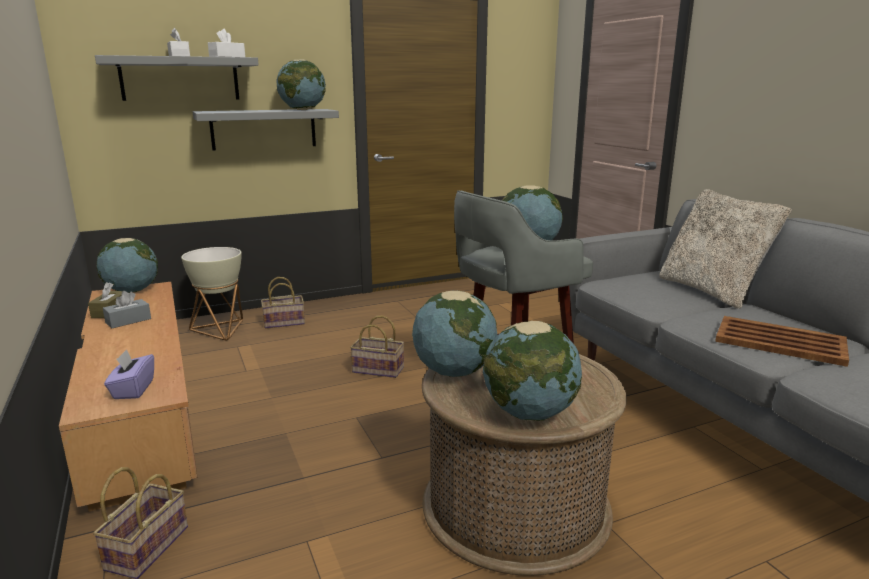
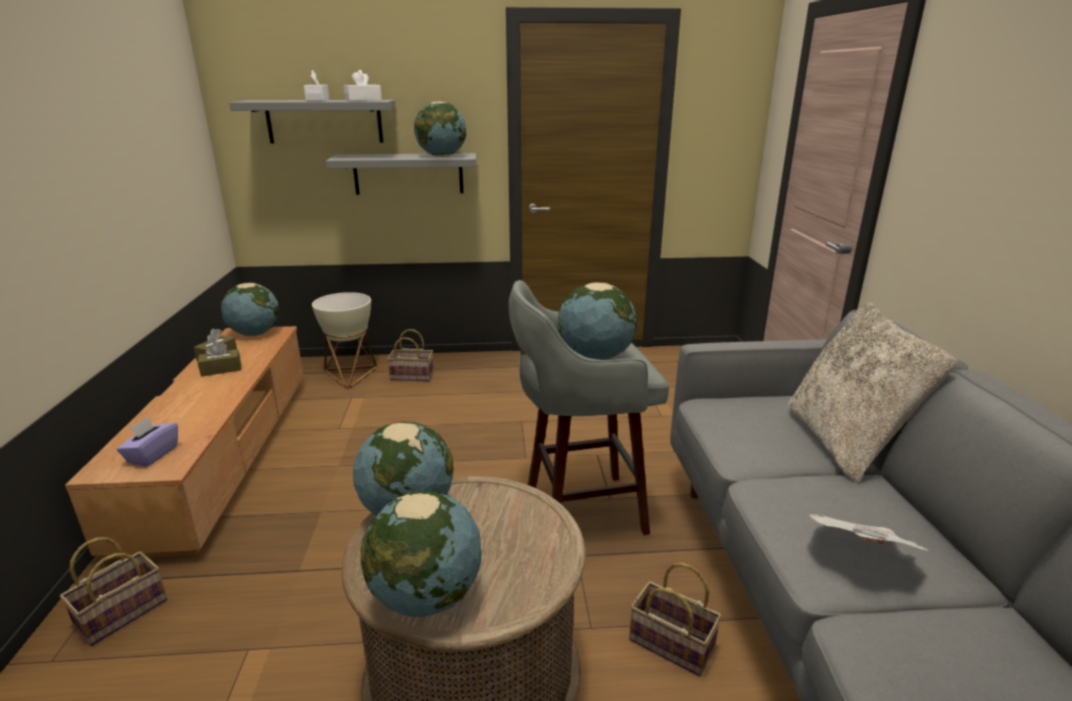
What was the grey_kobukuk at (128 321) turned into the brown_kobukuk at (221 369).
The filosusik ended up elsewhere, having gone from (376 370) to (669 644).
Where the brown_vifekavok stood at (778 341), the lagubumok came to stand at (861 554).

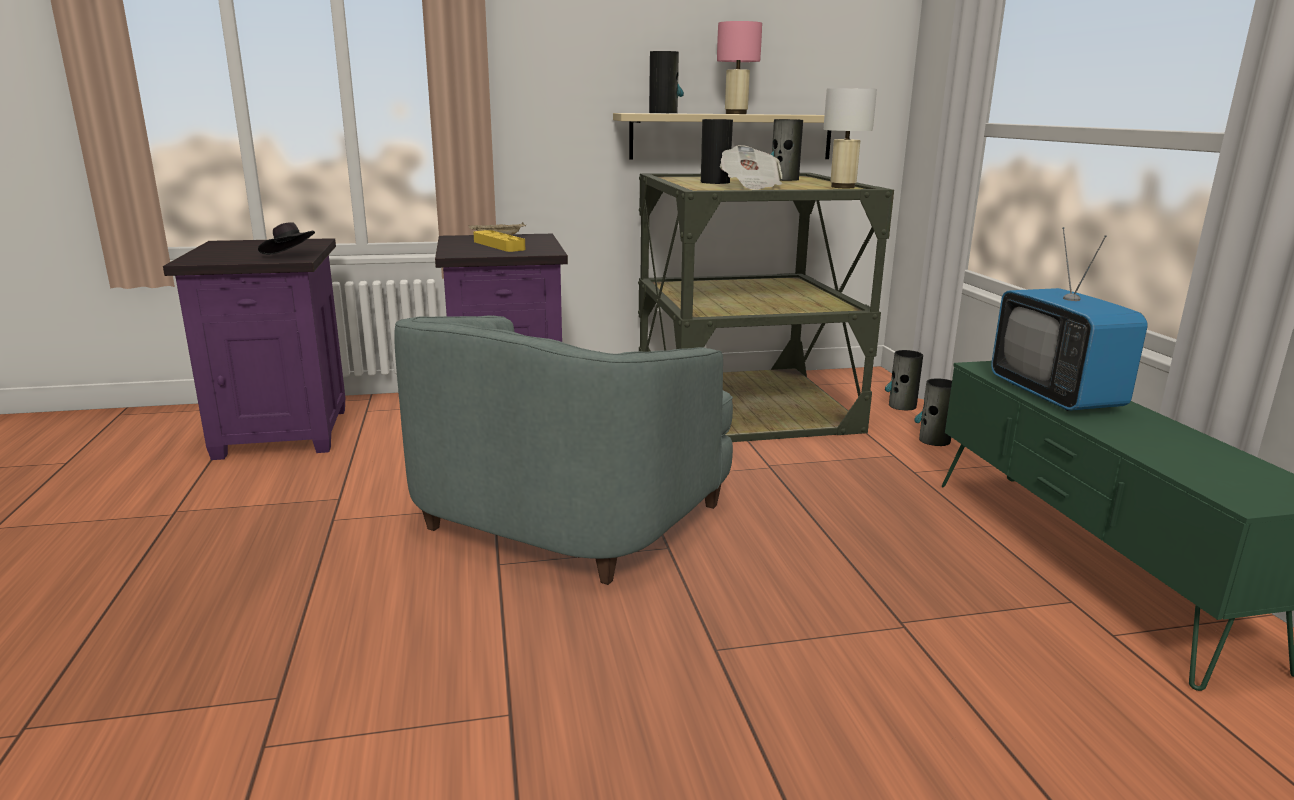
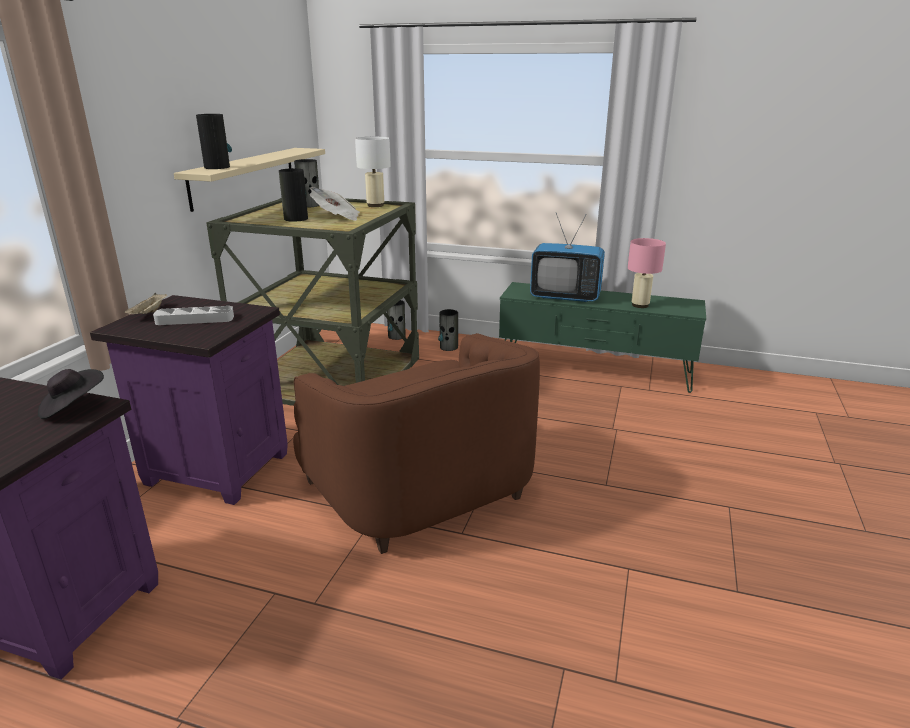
The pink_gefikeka ended up elsewhere, having gone from (735 113) to (639 305).
What was the yellow_vifekavok at (499 245) turned into the grey_vifekavok at (195 319).
What was the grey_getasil at (568 514) turned into the brown_getasil at (418 487).

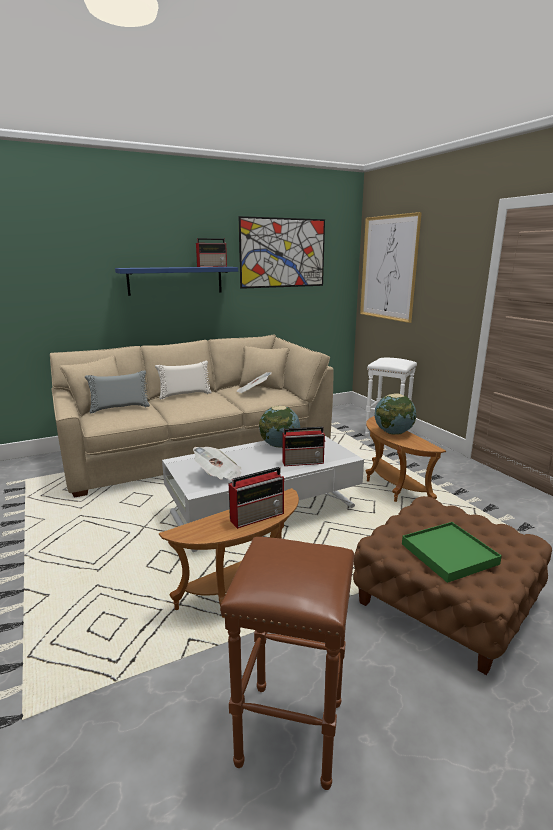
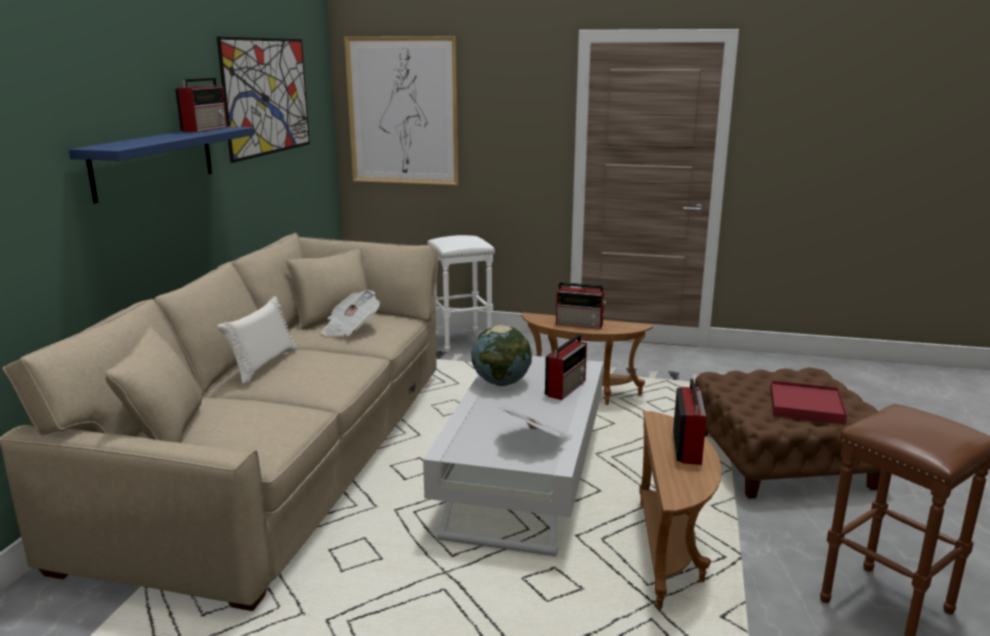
The second view lost the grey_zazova at (120 408).
Where the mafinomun stood at (393 433), the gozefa came to stand at (580 324).
What was the green_vifekavok at (449 554) turned into the red_vifekavok at (805 406).

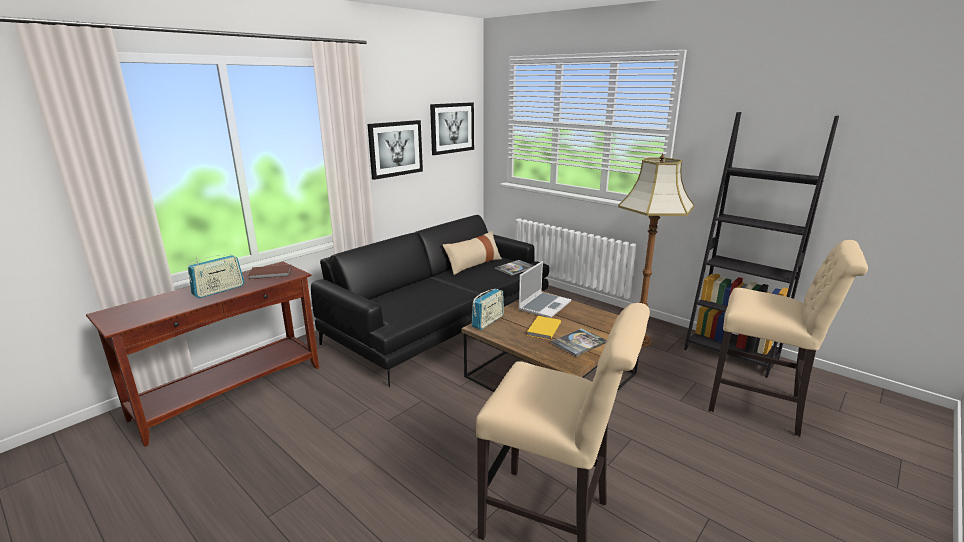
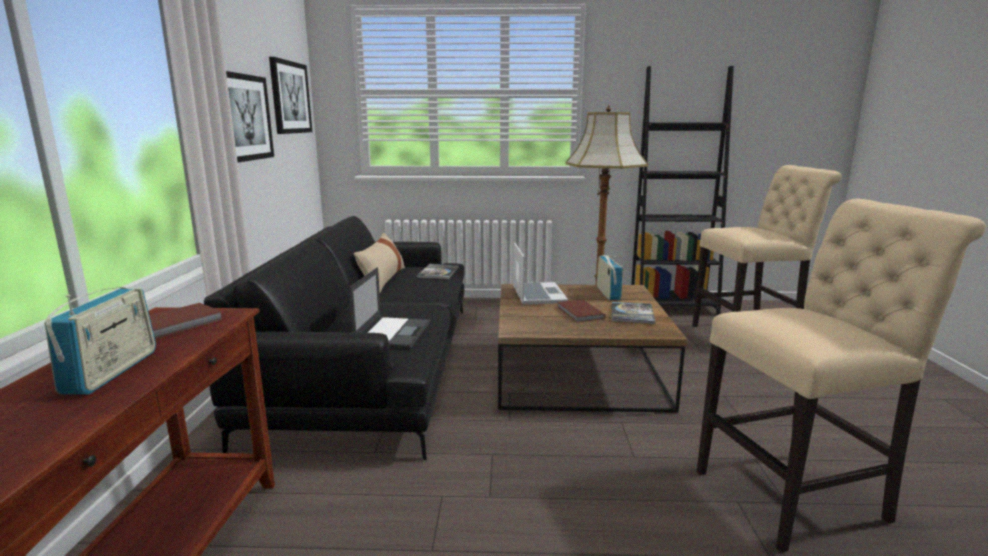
The gozefa ended up elsewhere, having gone from (488 321) to (608 293).
What was the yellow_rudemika at (543 329) turned into the brown_rudemika at (579 313).
The second view gained the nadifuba at (393 332).

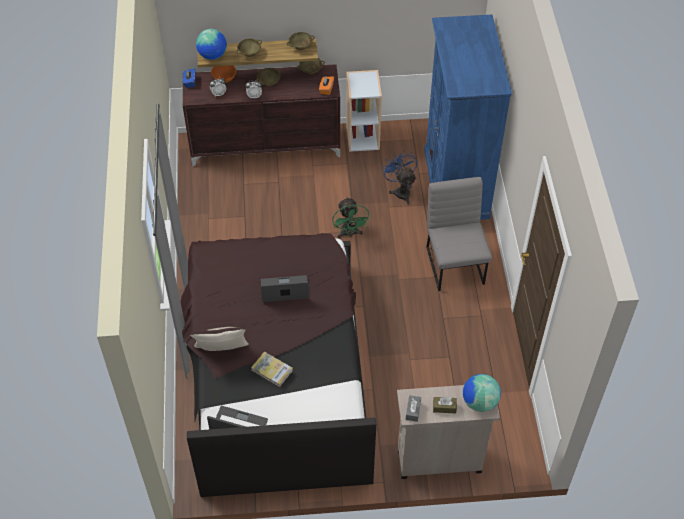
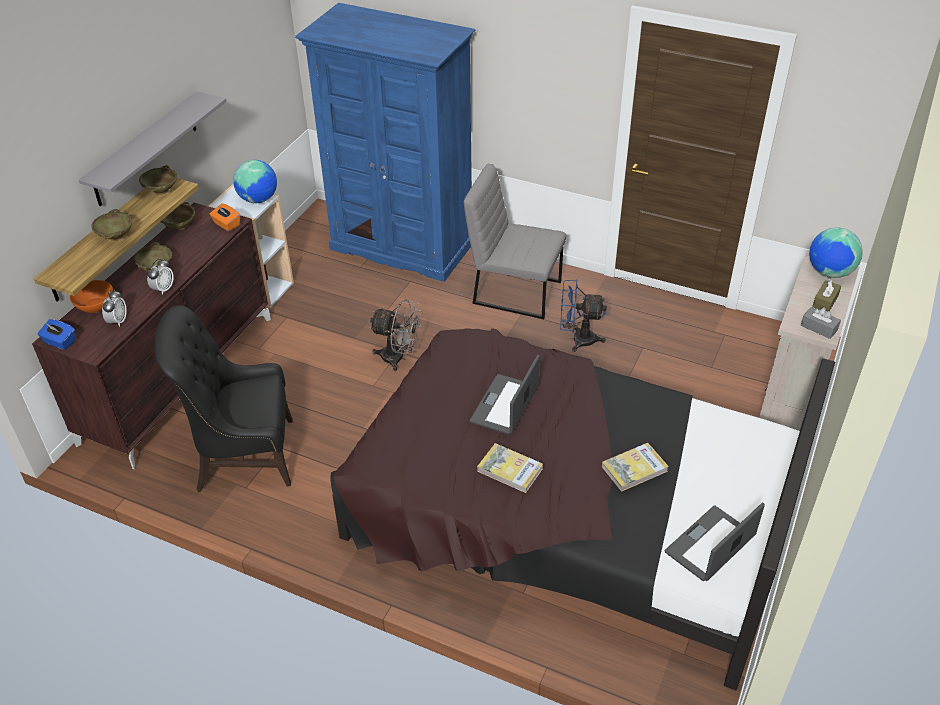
The mafinomun ended up elsewhere, having gone from (213 55) to (259 199).
The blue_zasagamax ended up elsewhere, having gone from (401 191) to (577 339).
What was the green_zasagamax at (349 234) turned into the grey_zasagamax at (398 358).
The second view lost the zazova at (221 352).
The second view gained the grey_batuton at (145 149).
The second view gained the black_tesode at (244 455).
The second view gained the rudemika at (510 470).

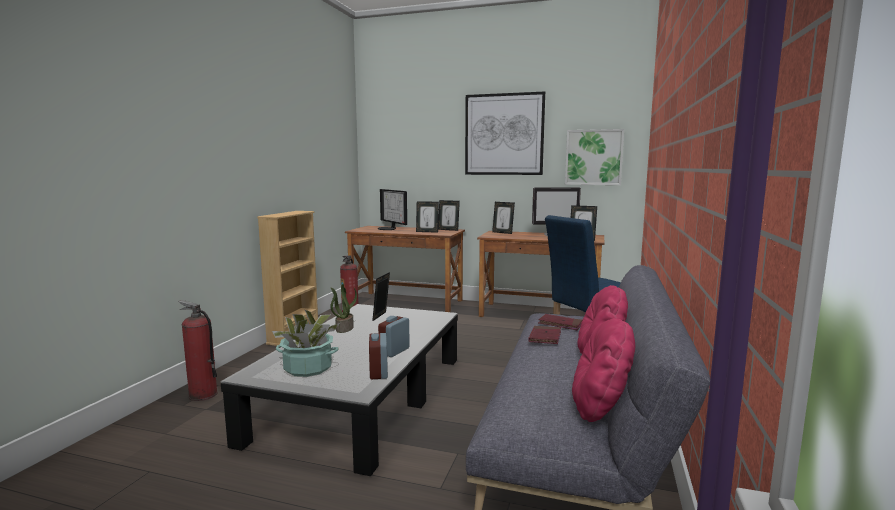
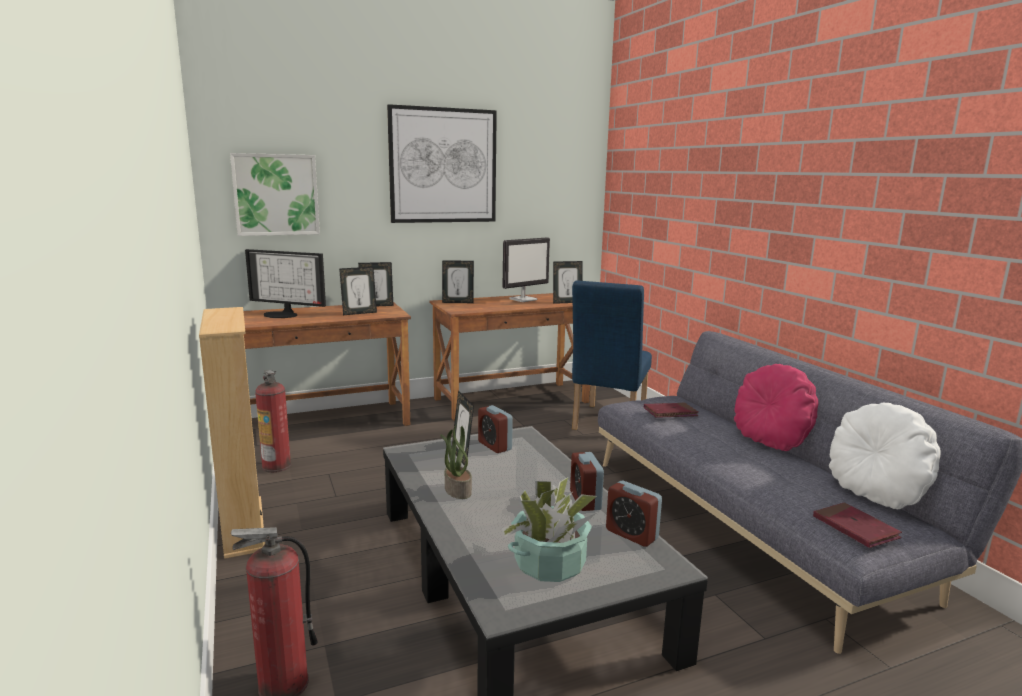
The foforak ended up elsewhere, having gone from (593 157) to (276 195).
What was the pink_zazova at (599 411) turned into the white_zazova at (875 496).
The red_rudemika ended up elsewhere, having gone from (545 337) to (855 528).
The second view gained the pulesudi at (494 446).

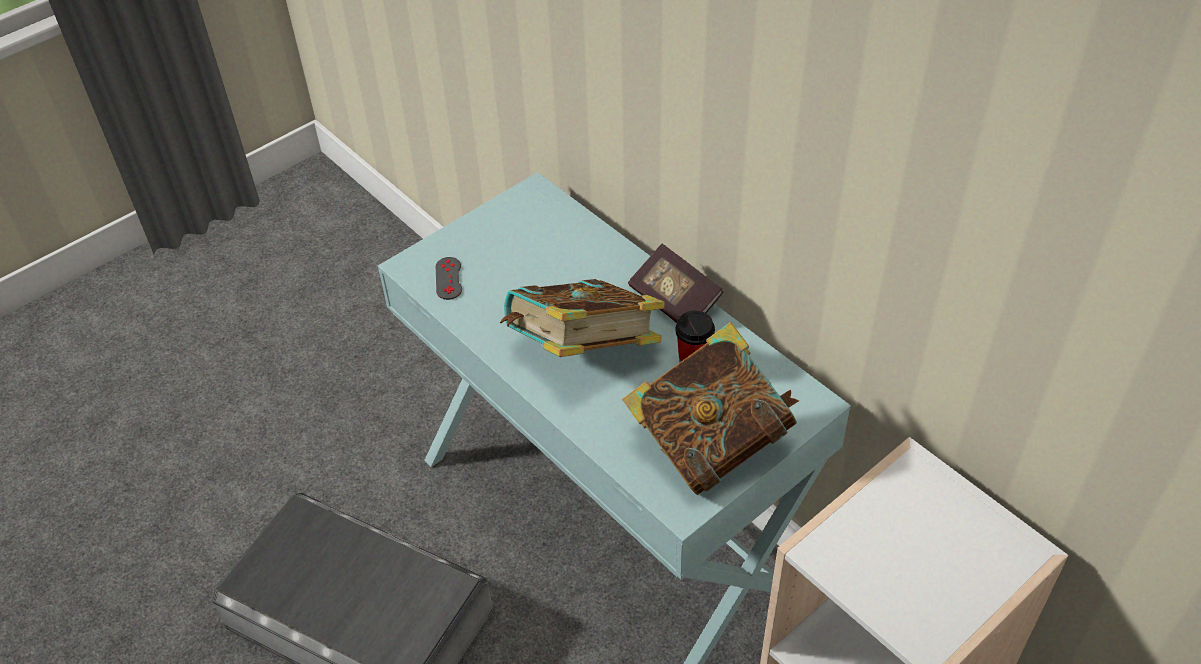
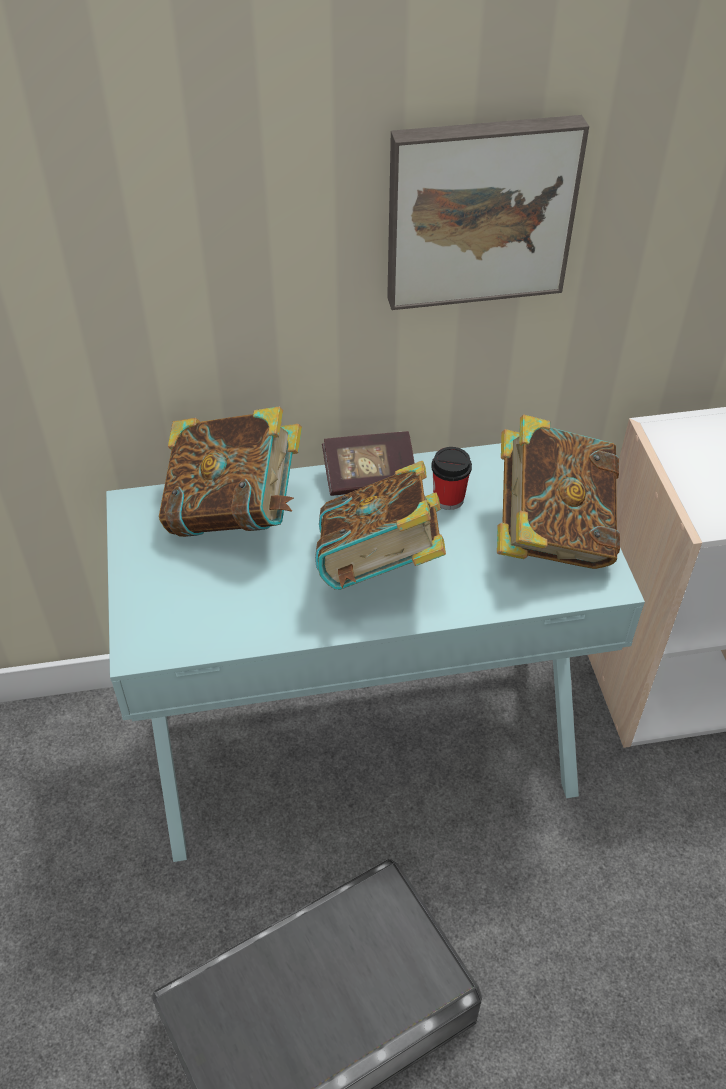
The second view lost the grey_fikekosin at (448 278).
The second view gained the foforak at (479 211).
The second view gained the rudemika at (235 513).

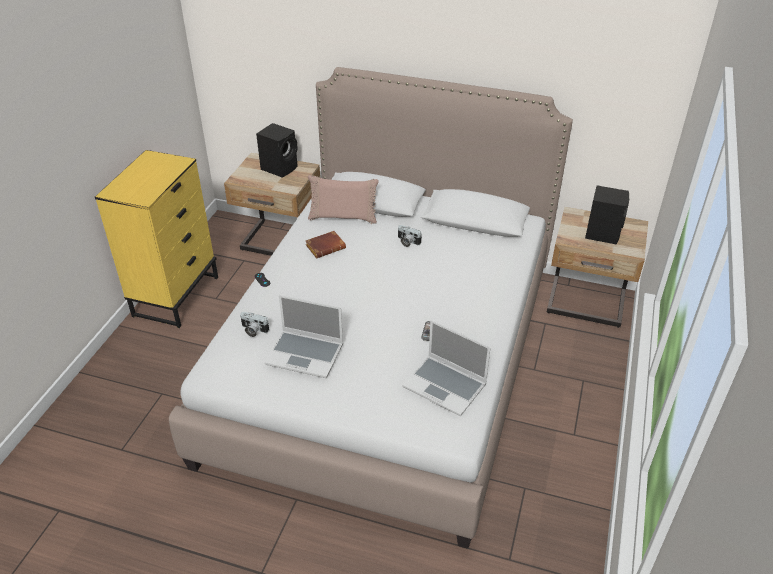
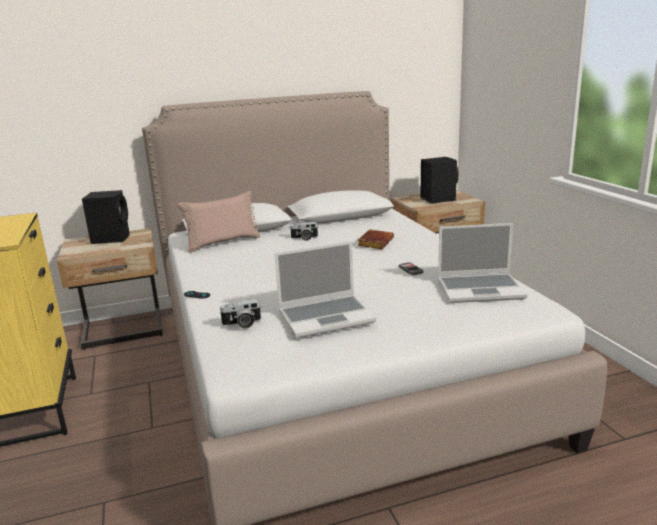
The brown_rudemika ended up elsewhere, having gone from (326 246) to (375 242).

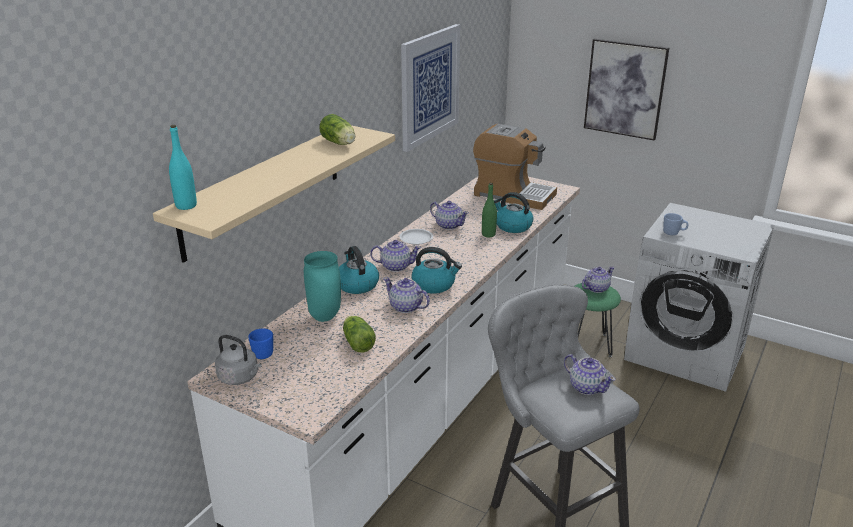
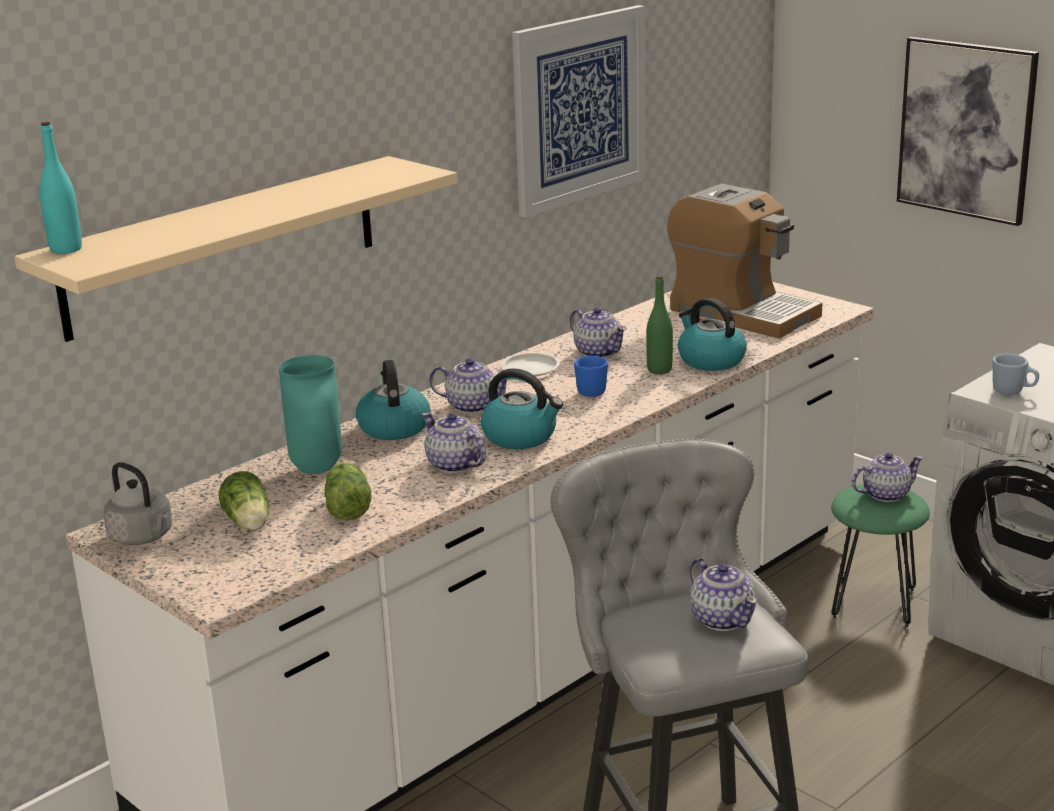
The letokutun ended up elsewhere, having gone from (339 143) to (248 523).
The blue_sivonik ended up elsewhere, having gone from (263 352) to (592 390).

